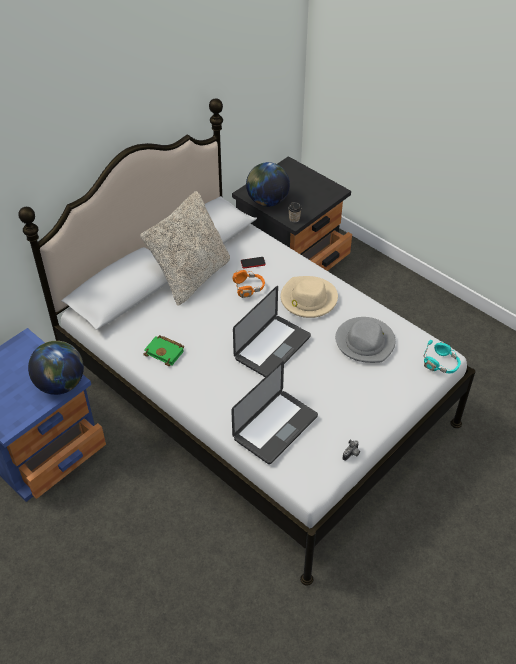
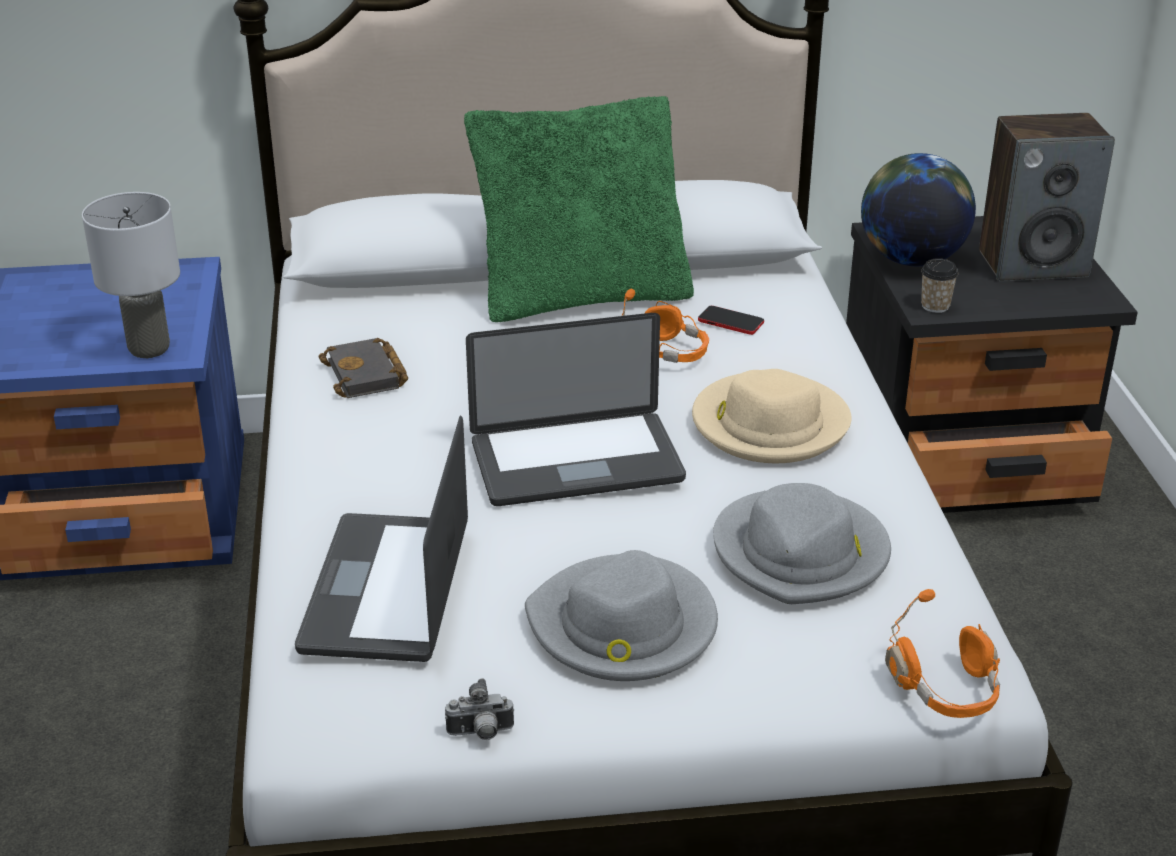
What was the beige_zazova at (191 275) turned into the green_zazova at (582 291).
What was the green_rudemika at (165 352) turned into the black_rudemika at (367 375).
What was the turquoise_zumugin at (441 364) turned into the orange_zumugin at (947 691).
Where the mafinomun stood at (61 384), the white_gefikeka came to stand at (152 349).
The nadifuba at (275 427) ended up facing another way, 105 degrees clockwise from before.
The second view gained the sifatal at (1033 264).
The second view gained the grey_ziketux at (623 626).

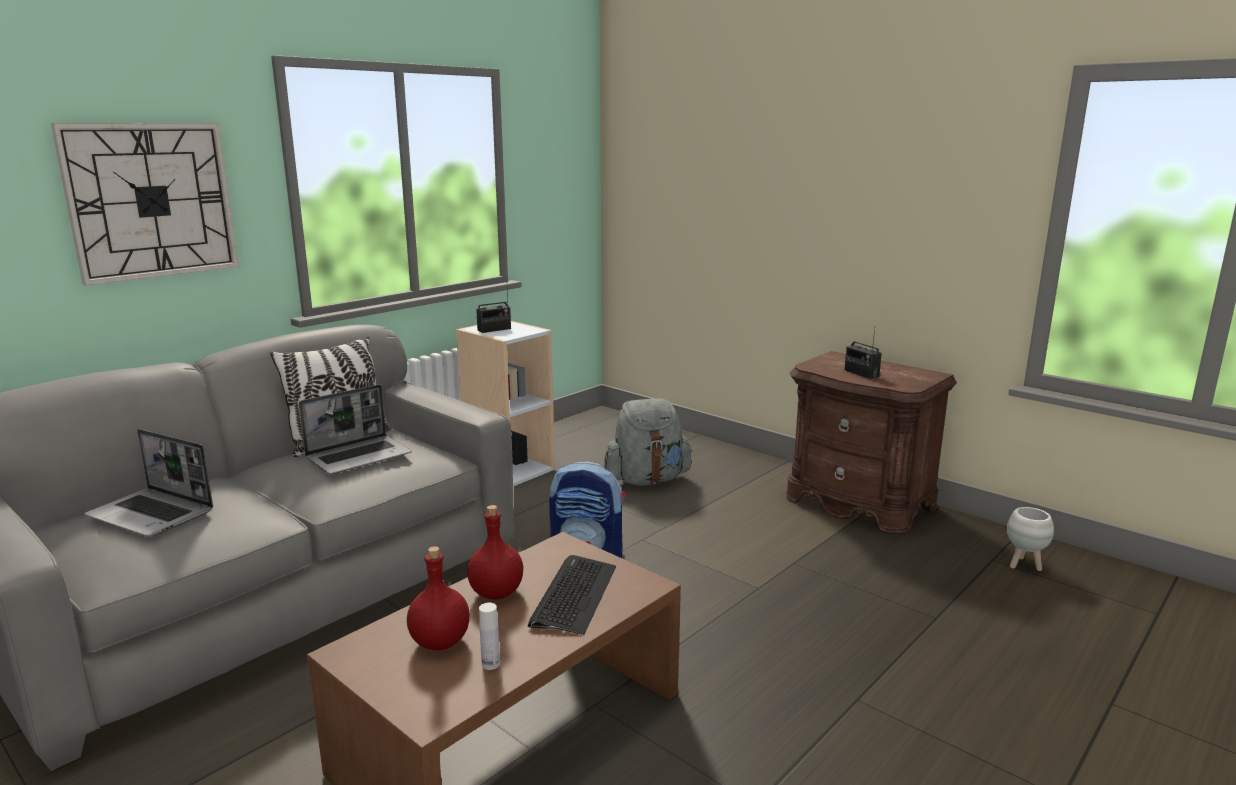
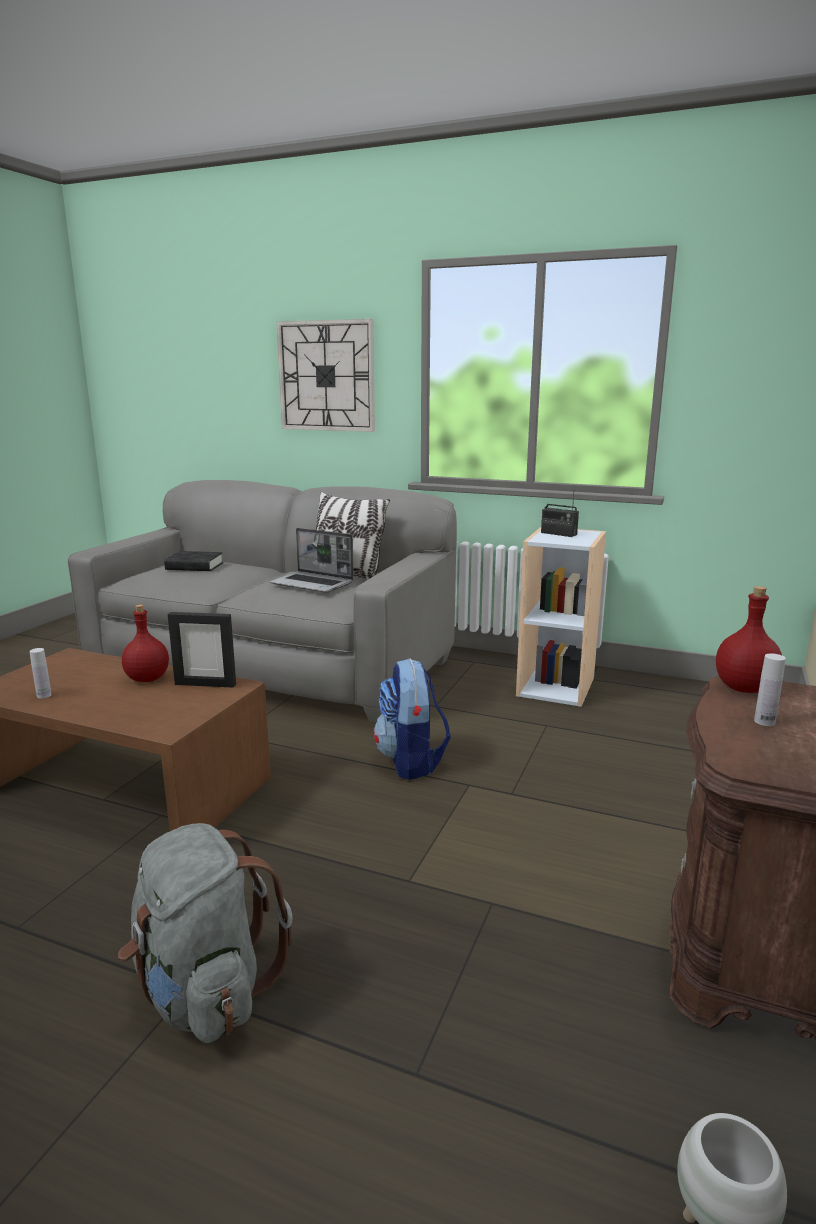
Where the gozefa stood at (861 373), the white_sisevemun came to stand at (764 722).
The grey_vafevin ended up elsewhere, having gone from (647 480) to (204 992).
Where the nadifuba stood at (153 514), the black_rudemika came to stand at (194 566).
The red_sisevemun ended up elsewhere, having gone from (441 642) to (744 689).
The second view lost the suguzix at (573 595).
The second view gained the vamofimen at (206 684).

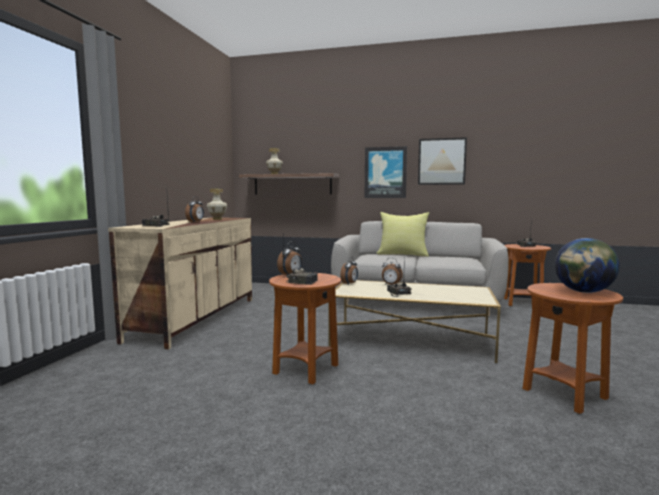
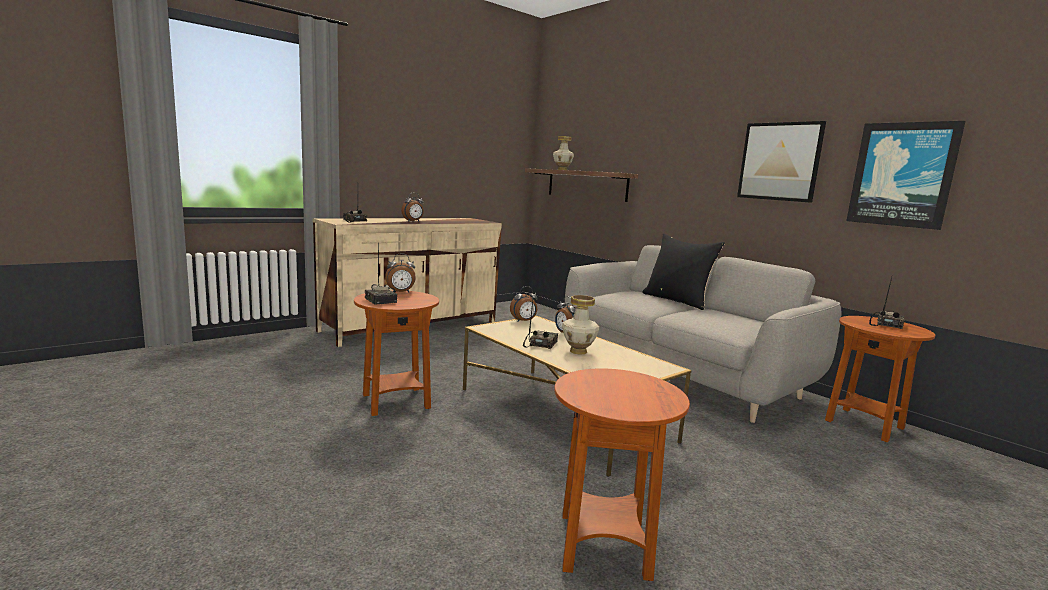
The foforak ended up elsewhere, having gone from (385 172) to (902 174).
The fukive ended up elsewhere, having gone from (217 219) to (578 351).
What was the yellow_zazova at (403 254) turned into the black_zazova at (677 300).
The second view lost the mafinomun at (583 292).

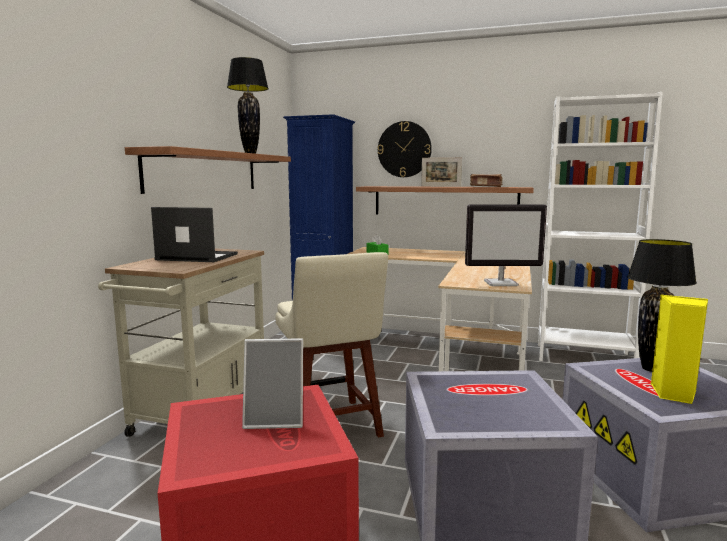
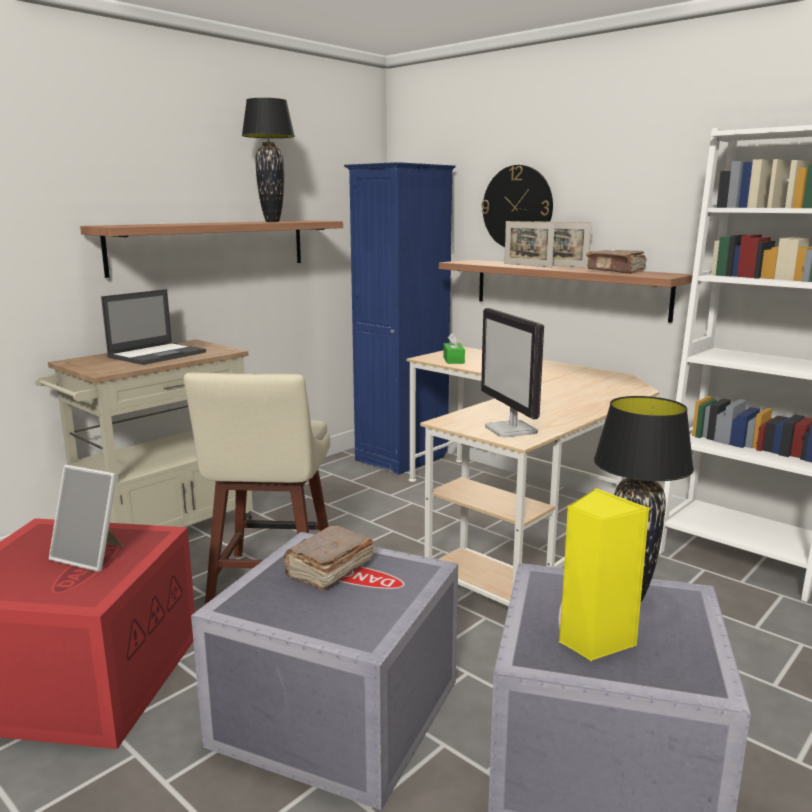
The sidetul at (501 283) ended up facing another way, 45 degrees clockwise from before.
The nadifuba at (196 257) ended up facing another way, 90 degrees clockwise from before.
The second view gained the vamofimen at (527 265).
The second view gained the brown_rudemika at (328 570).

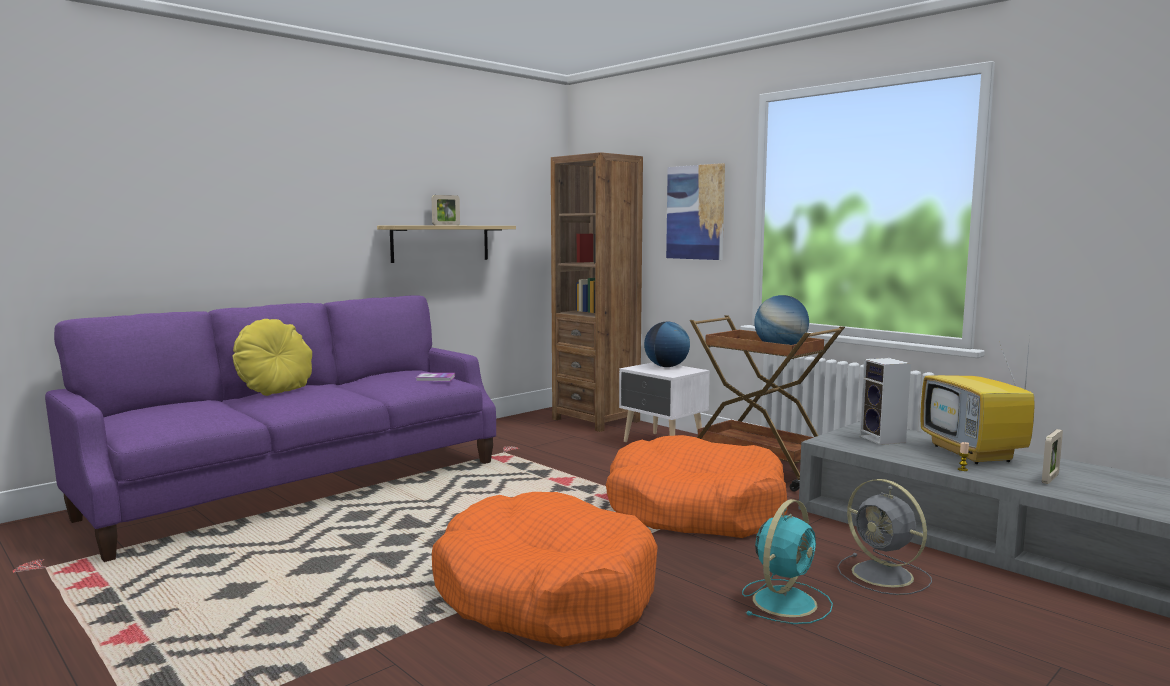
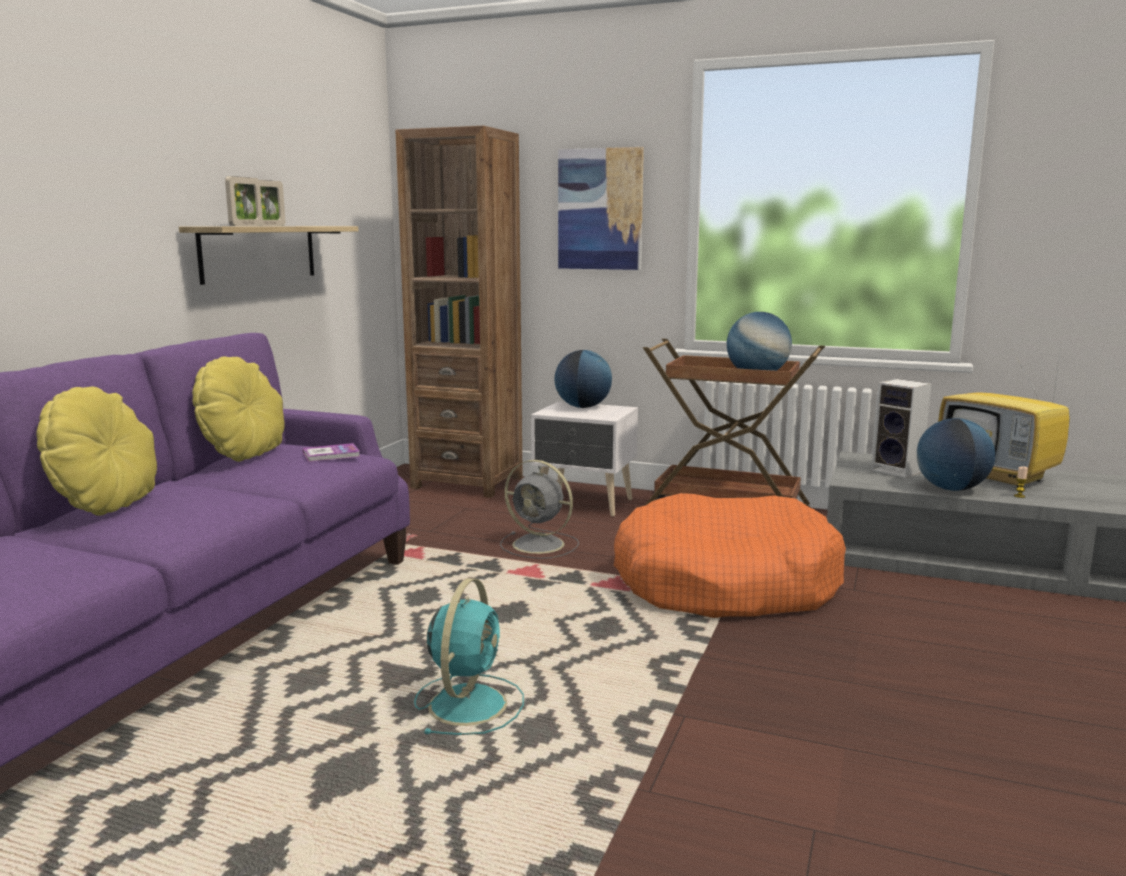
The vamofimen ended up elsewhere, having gone from (1050 479) to (246 225).
The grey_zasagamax ended up elsewhere, having gone from (884 575) to (540 545).
The second view lost the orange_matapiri at (544 593).
The turquoise_zasagamax ended up elsewhere, having gone from (785 601) to (469 703).
The second view gained the yellow_zazova at (244 456).
The second view gained the mafinomun at (951 489).

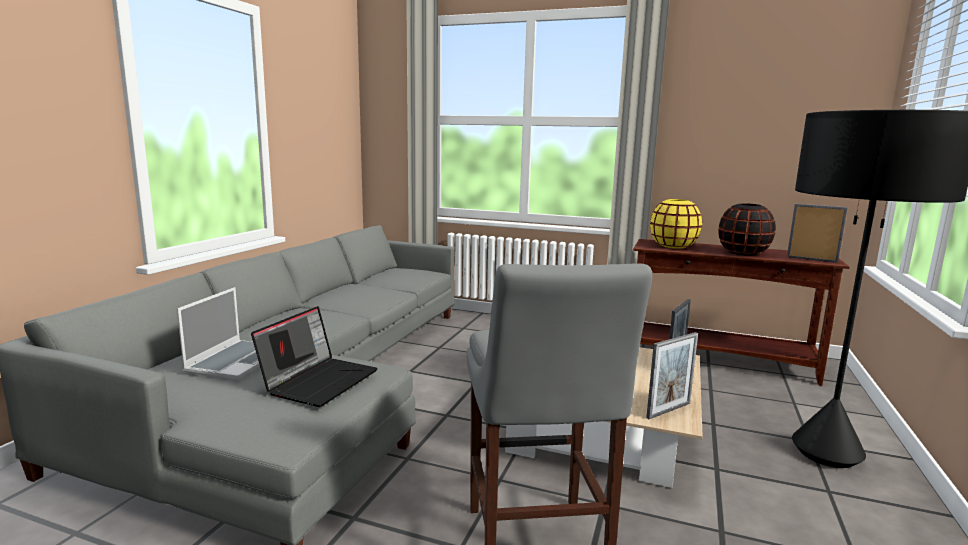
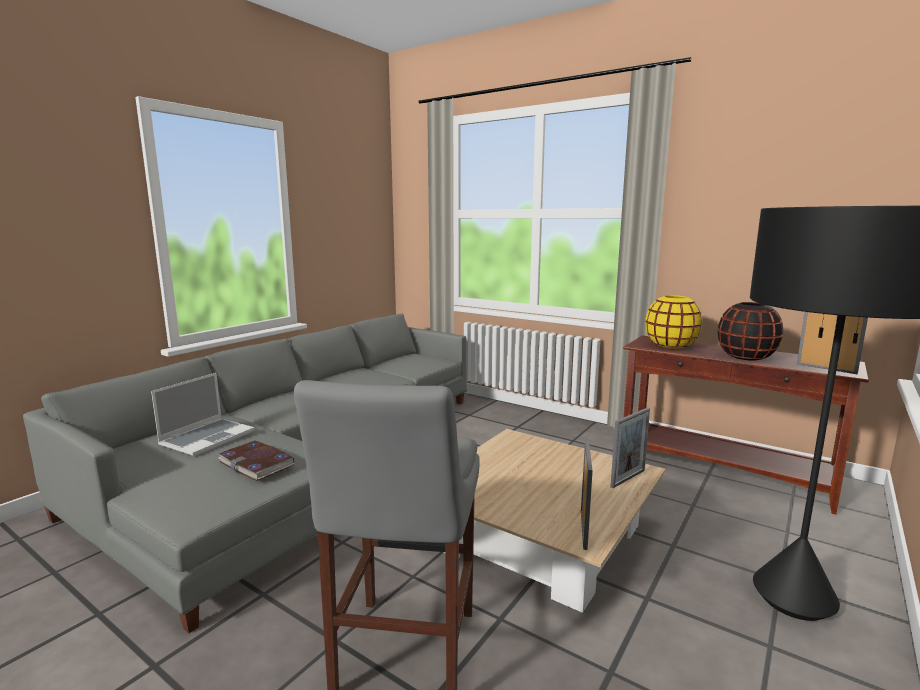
Where the nadifuba stood at (319 381), the rudemika came to stand at (257 463).
The vamofimen at (668 410) ended up facing another way, 60 degrees counterclockwise from before.

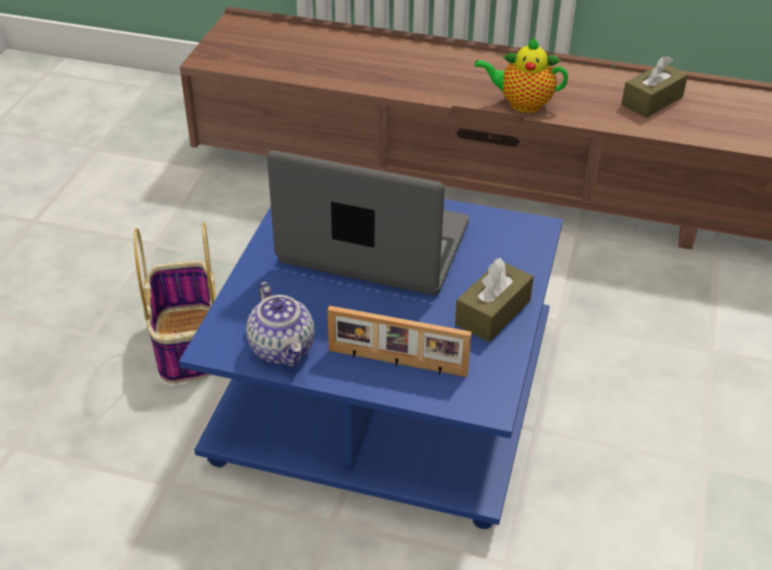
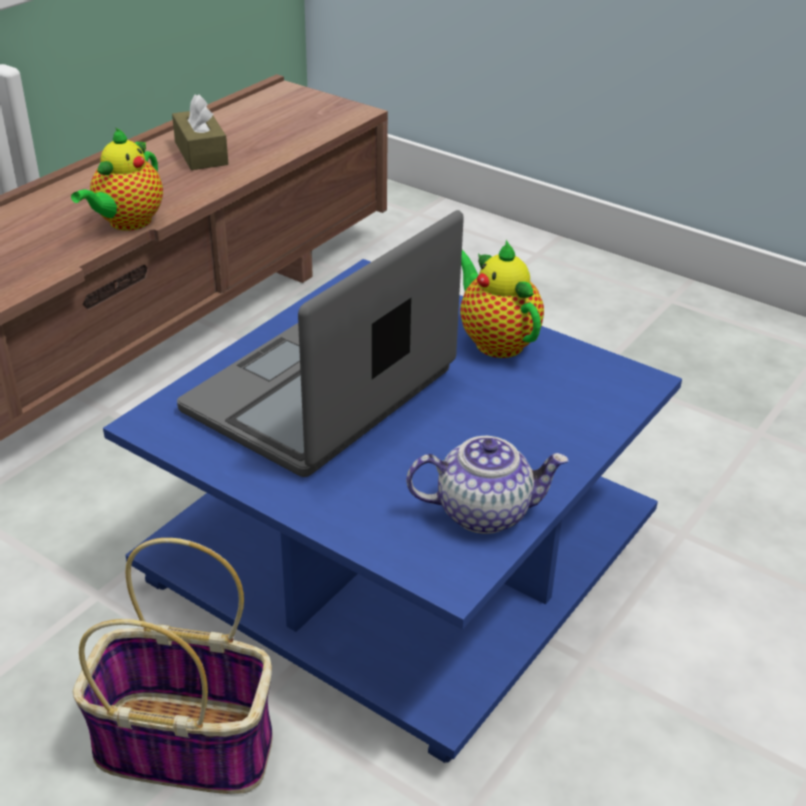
Where the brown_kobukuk stood at (493 312), the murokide came to stand at (495 341).
The second view lost the vamofimen at (397 363).

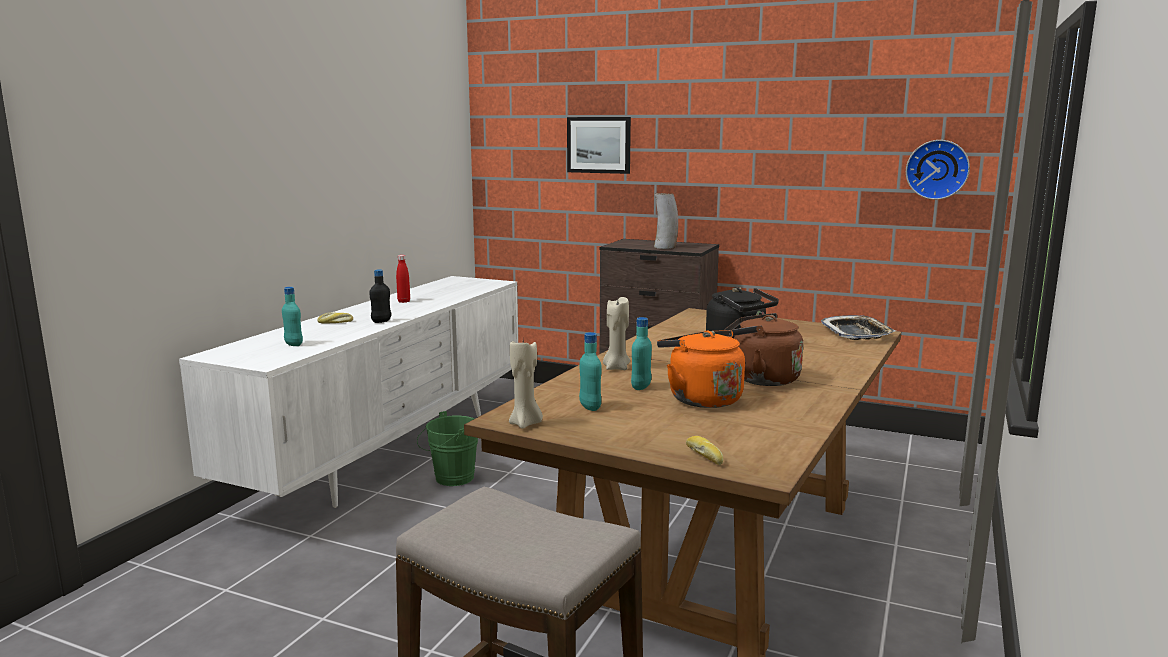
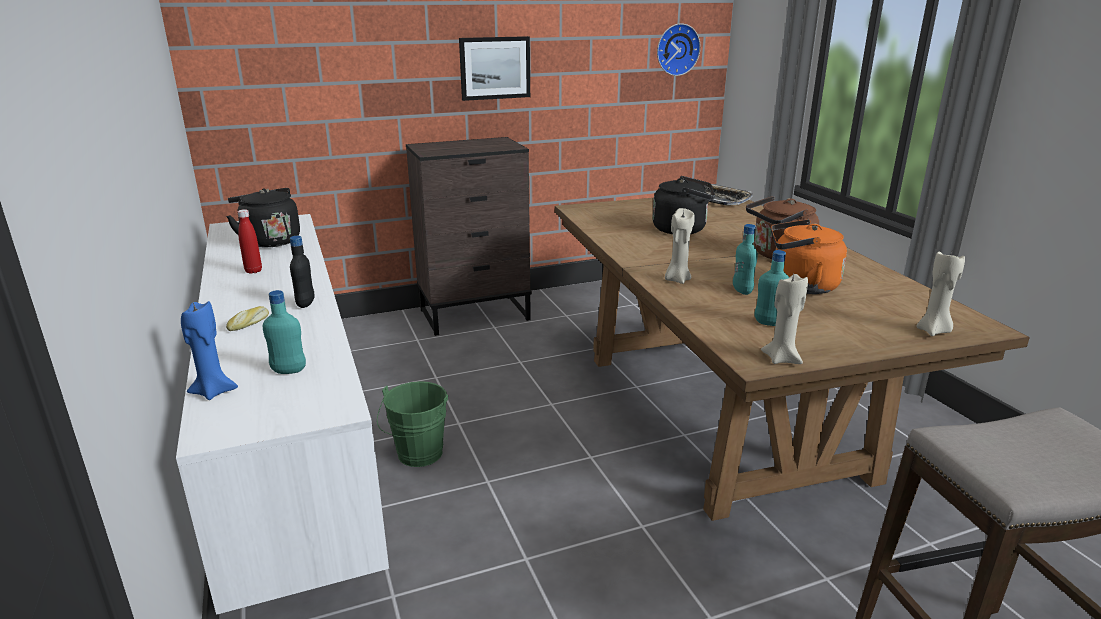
The foforak ended up elsewhere, having gone from (599 145) to (494 68).
The second view lost the fukive at (665 247).
Where the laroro stood at (705 456), the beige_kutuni came to stand at (934 331).
The second view gained the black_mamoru at (270 241).
The second view gained the blue_kutuni at (213 391).

